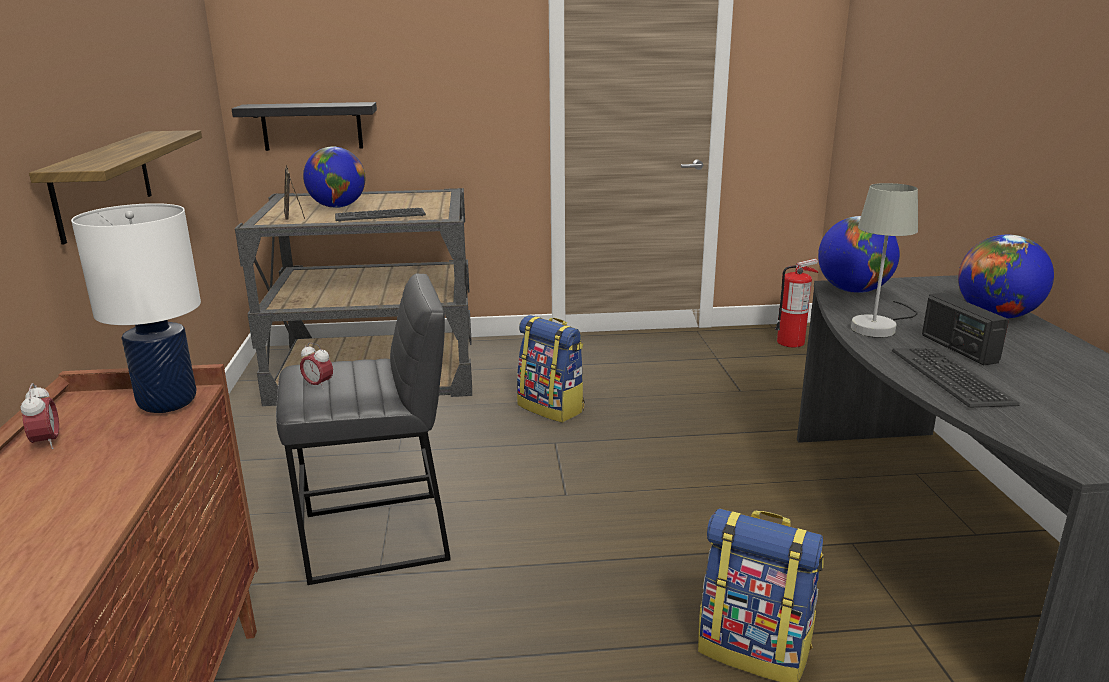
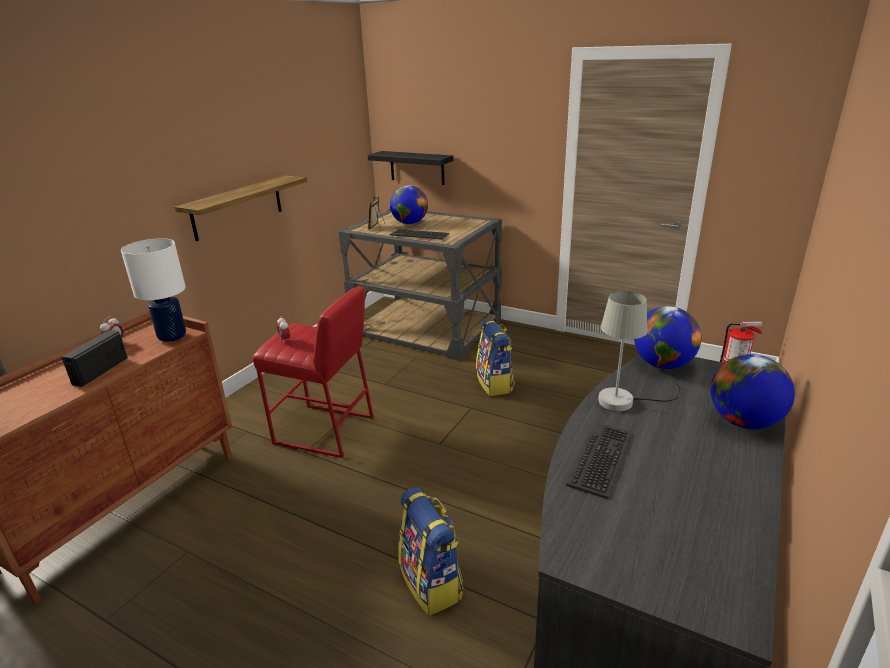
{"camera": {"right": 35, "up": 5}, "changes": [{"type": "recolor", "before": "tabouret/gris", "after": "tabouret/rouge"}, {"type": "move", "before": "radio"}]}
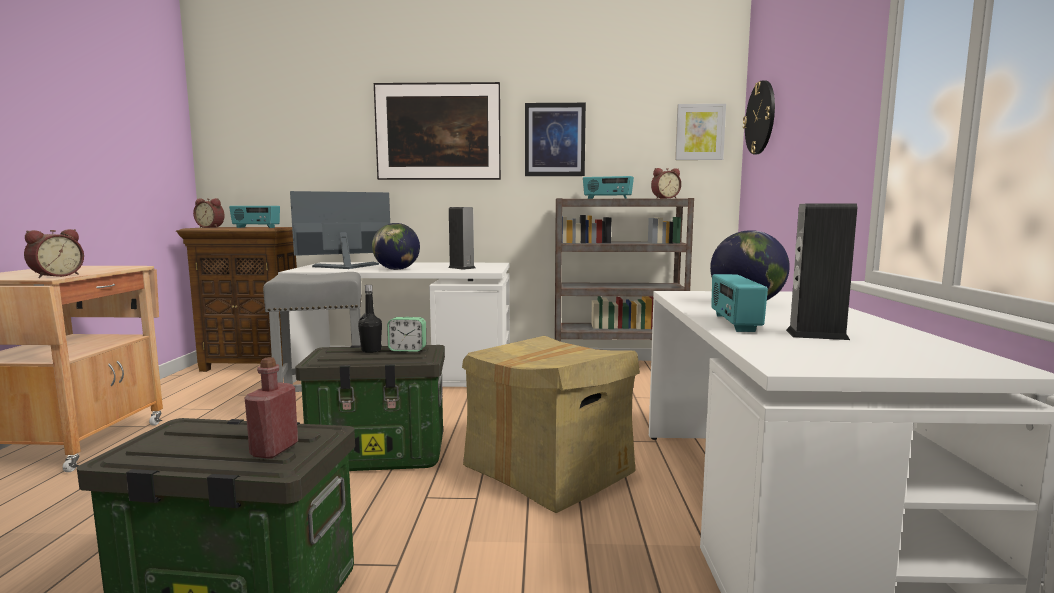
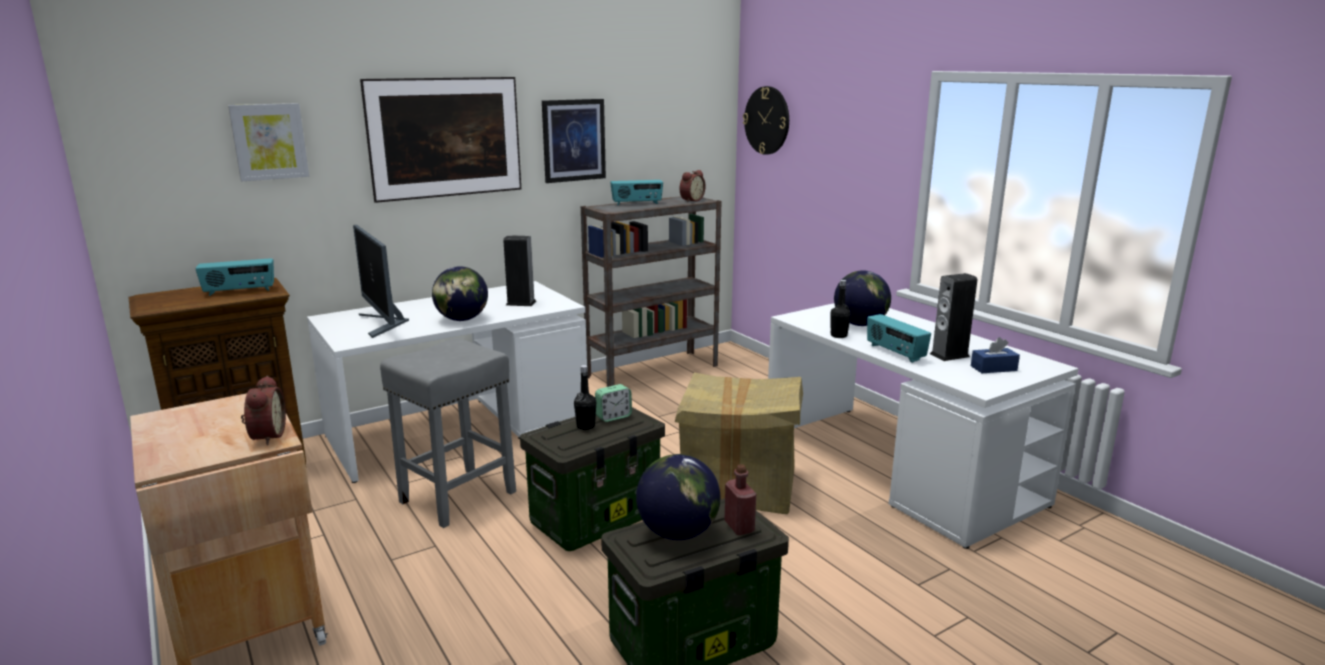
{"camera": {"right": -35, "up": 10}, "changes": [{"type": "move", "before": "tableau (3rd from left in the first image)", "after": "tableau (1st from left)"}, {"type": "rotate", "before": "écran d'ordinateur", "turn": -60}, {"type": "delete", "before": "réveil (2nd from left)"}, {"type": "insert", "after": "bouteille/noir (2nd from left)"}, {"type": "insert", "after": "boîte à mouchoirs/bleu"}, {"type": "insert", "after": "globe (2nd from left)"}]}
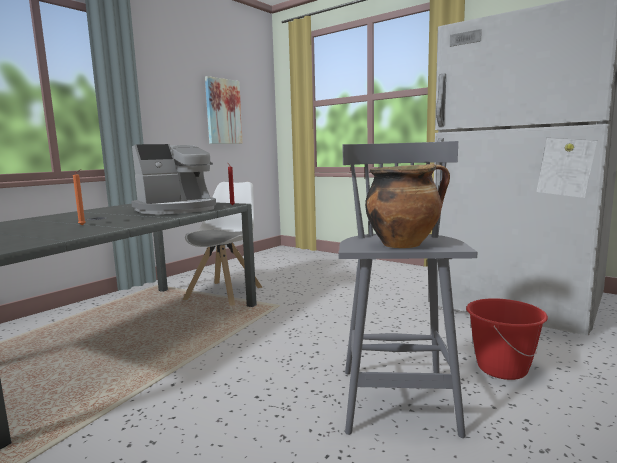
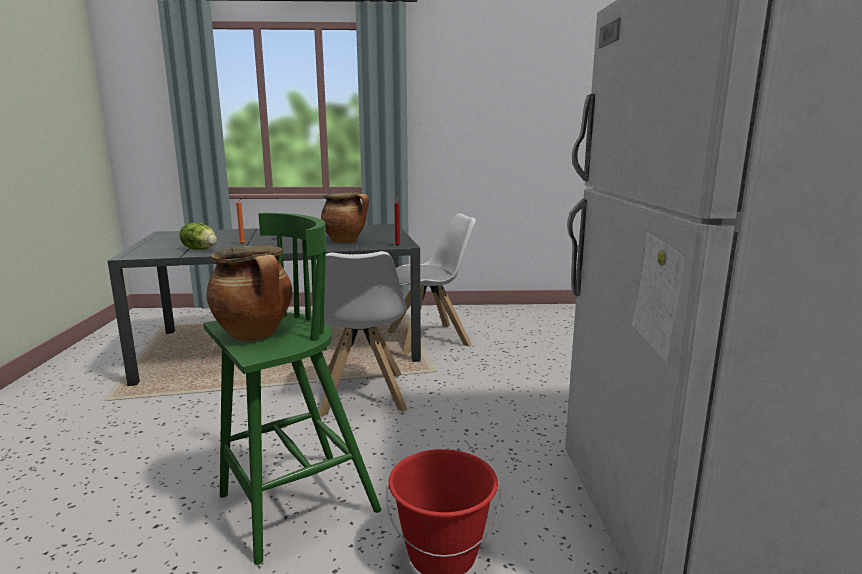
{"camera": {"right": 50, "up": 5}, "changes": [{"type": "delete", "before": "tableau"}, {"type": "recolor", "before": "tabouret/gris", "after": "tabouret/vert"}, {"type": "replace", "before": "machine à café", "after": "marmite (2nd from left)"}, {"type": "insert", "after": "laitue"}, {"type": "insert", "after": "chaise (1st from left)"}]}
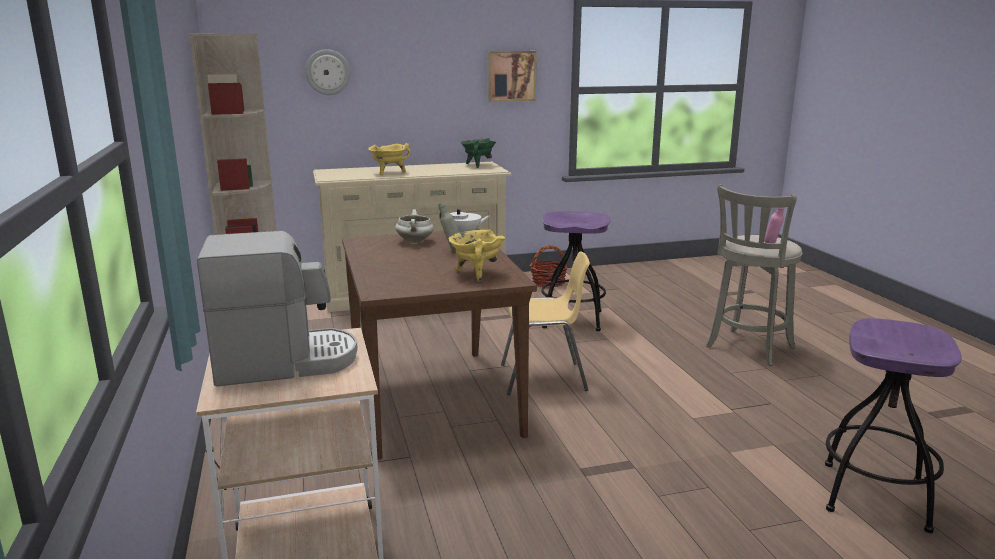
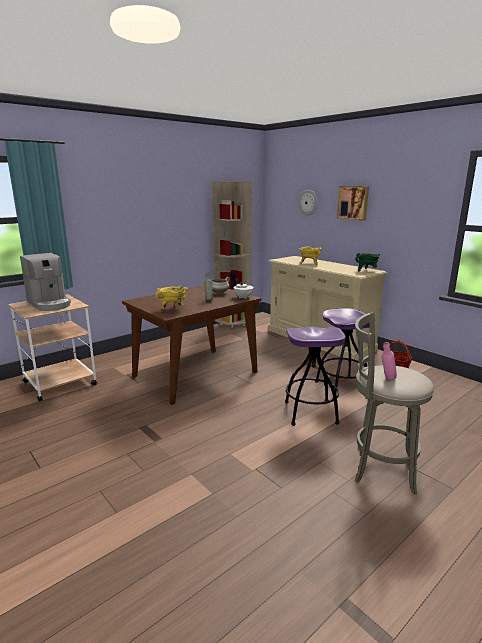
{"camera": {"right": 65, "up": 0}, "changes": [{"type": "move", "before": "tableau"}, {"type": "delete", "before": "chaise/jaune"}, {"type": "move", "before": "tabouret/violet (2nd from left in the first image)", "after": "tabouret/violet (1st from left)"}]}
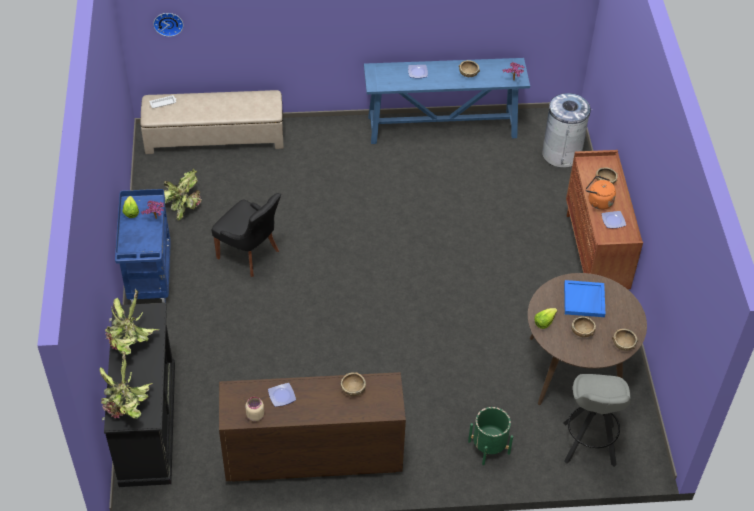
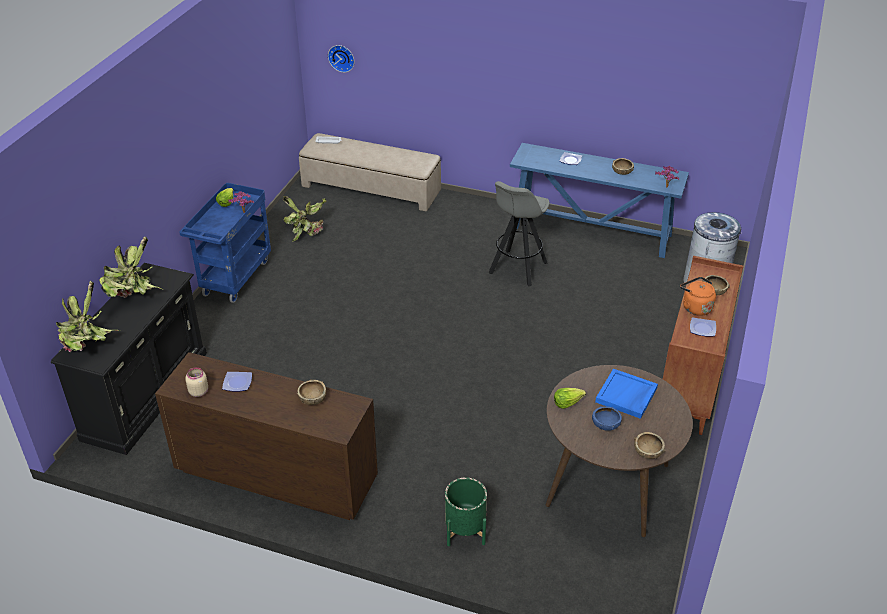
{"camera": {"right": 25, "up": -10}, "changes": [{"type": "delete", "before": "chaise/noir"}, {"type": "recolor", "before": "bol/marron (3rd from left)", "after": "bol/bleu"}, {"type": "move", "before": "tabouret/gris"}]}
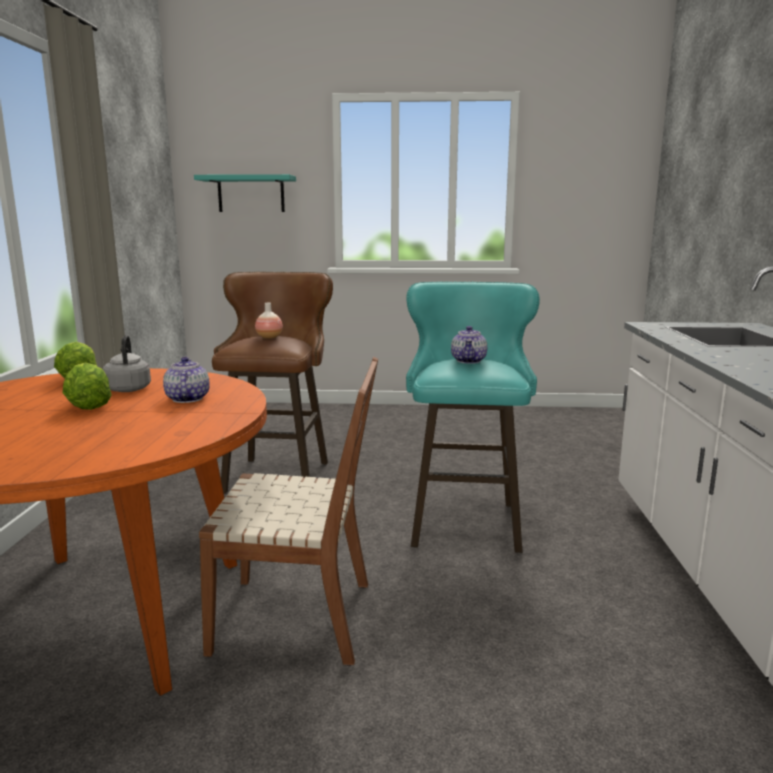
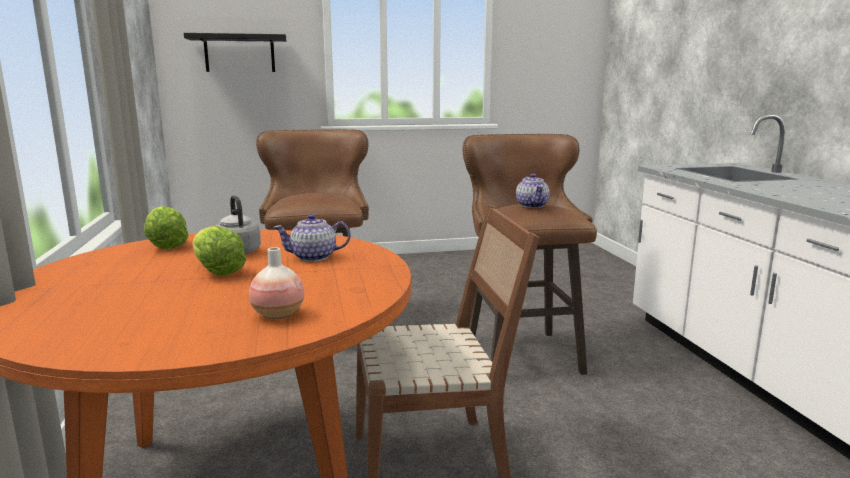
{"camera": {"right": -15, "up": 0}, "changes": [{"type": "recolor", "before": "étagère/turquoise", "after": "étagère/noir"}, {"type": "recolor", "before": "tabouret/turquoise", "after": "tabouret/marron (2nd from left)"}, {"type": "move", "before": "vase"}, {"type": "rotate", "before": "théière (1st from left)", "turn": -75}]}
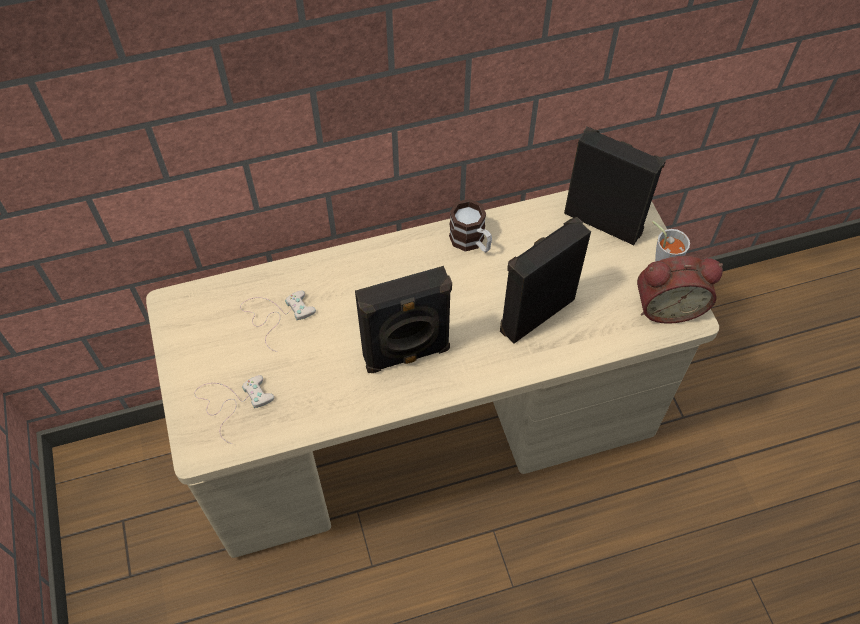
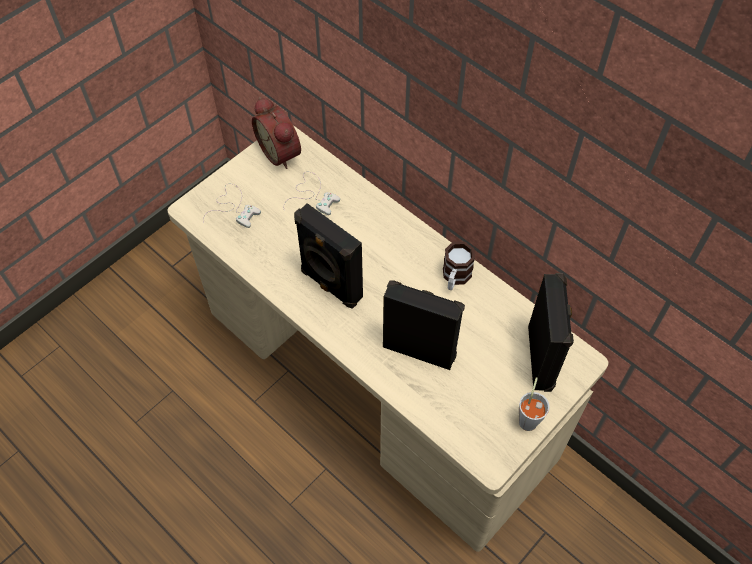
{"camera": {"right": 60, "up": 0}, "changes": [{"type": "move", "before": "réveil"}]}
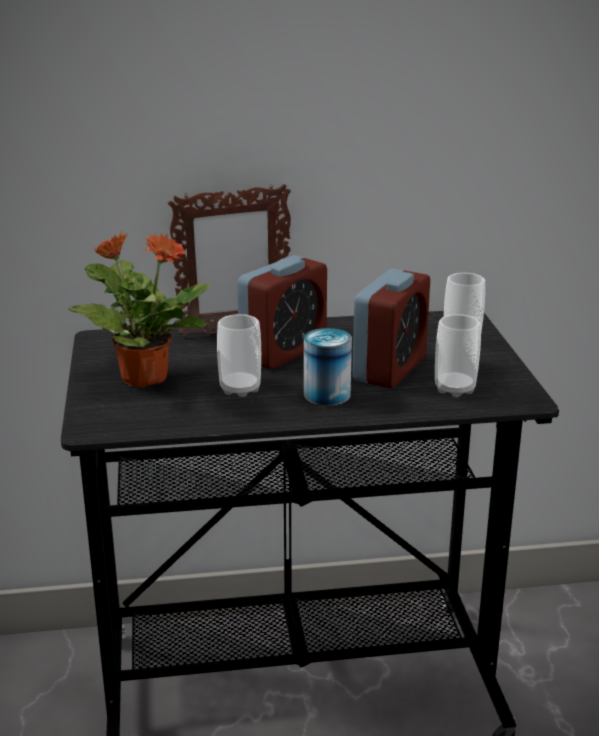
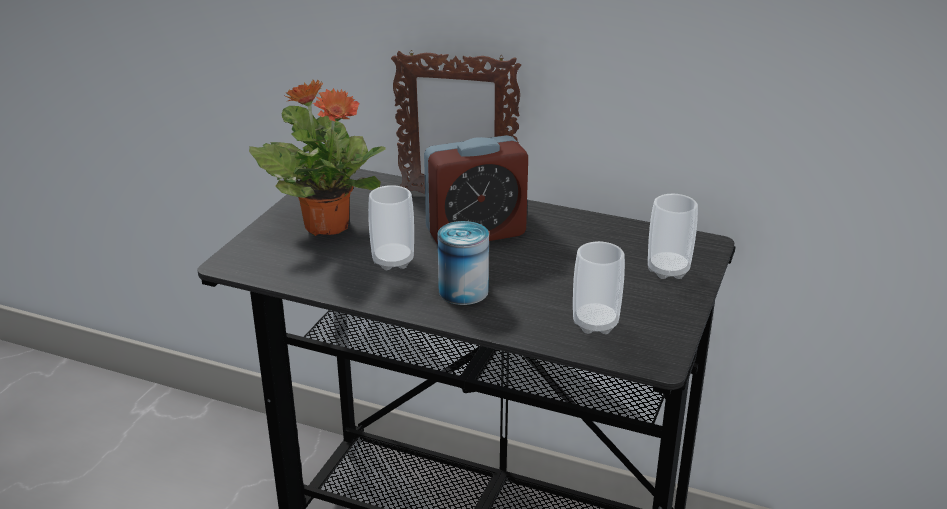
{"camera": {"right": 30, "up": 5}, "changes": [{"type": "delete", "before": "réveil (2nd from left)"}]}
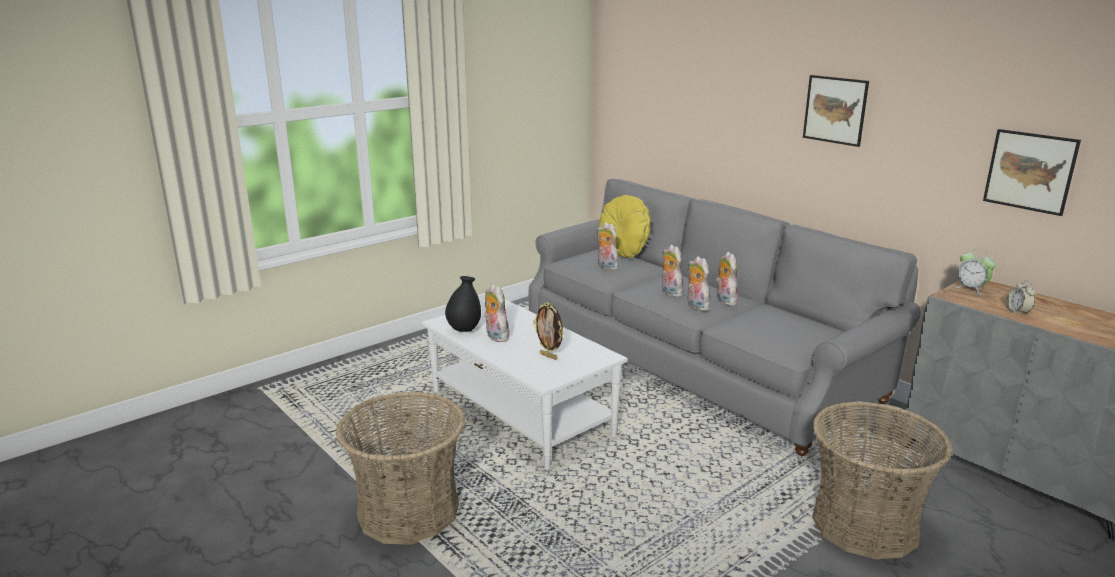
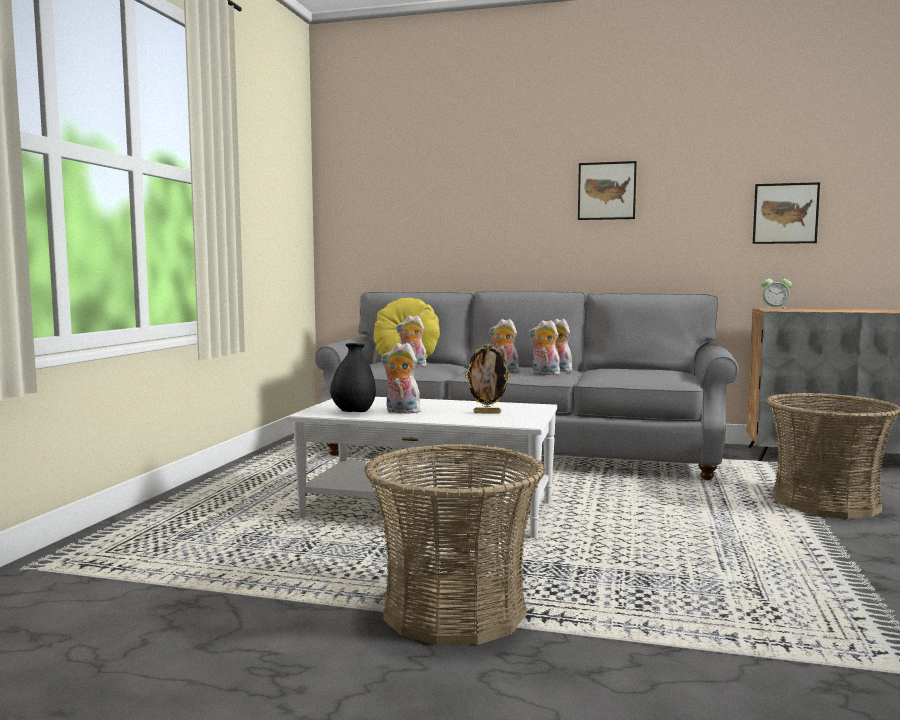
{"camera": {"right": -35, "up": -15}, "changes": [{"type": "delete", "before": "réveil (2nd from left)"}]}
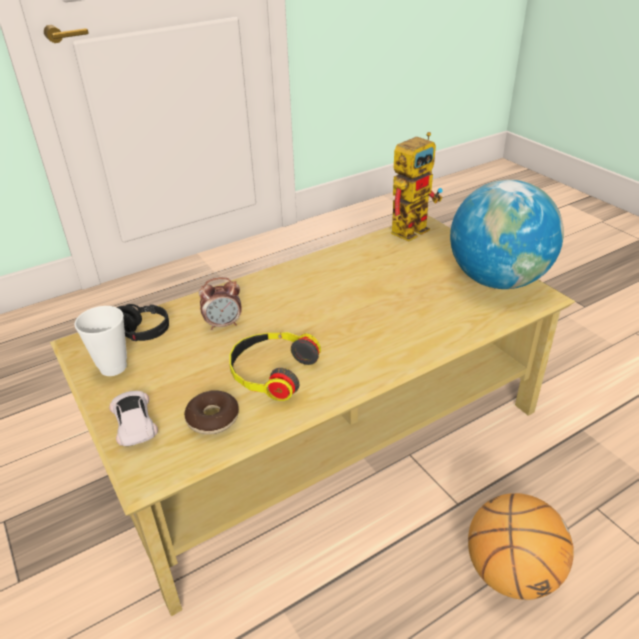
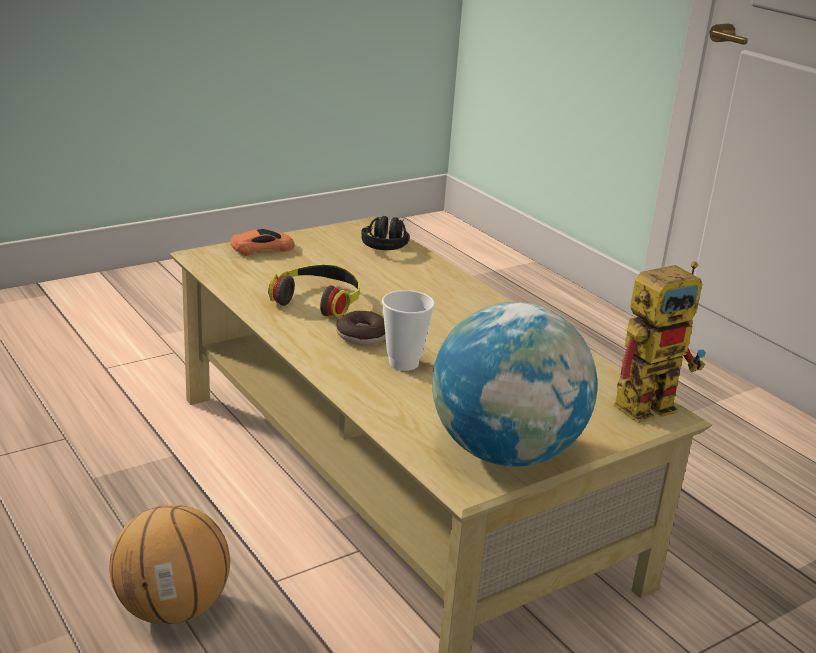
{"camera": {"right": 85, "up": -10}, "changes": [{"type": "rotate", "before": "robot jouet", "turn": -75}, {"type": "delete", "before": "réveil"}, {"type": "move", "before": "tasse"}, {"type": "move", "before": "beignet"}, {"type": "recolor", "before": "petite voiture/blanc", "after": "petite voiture/orange"}]}
